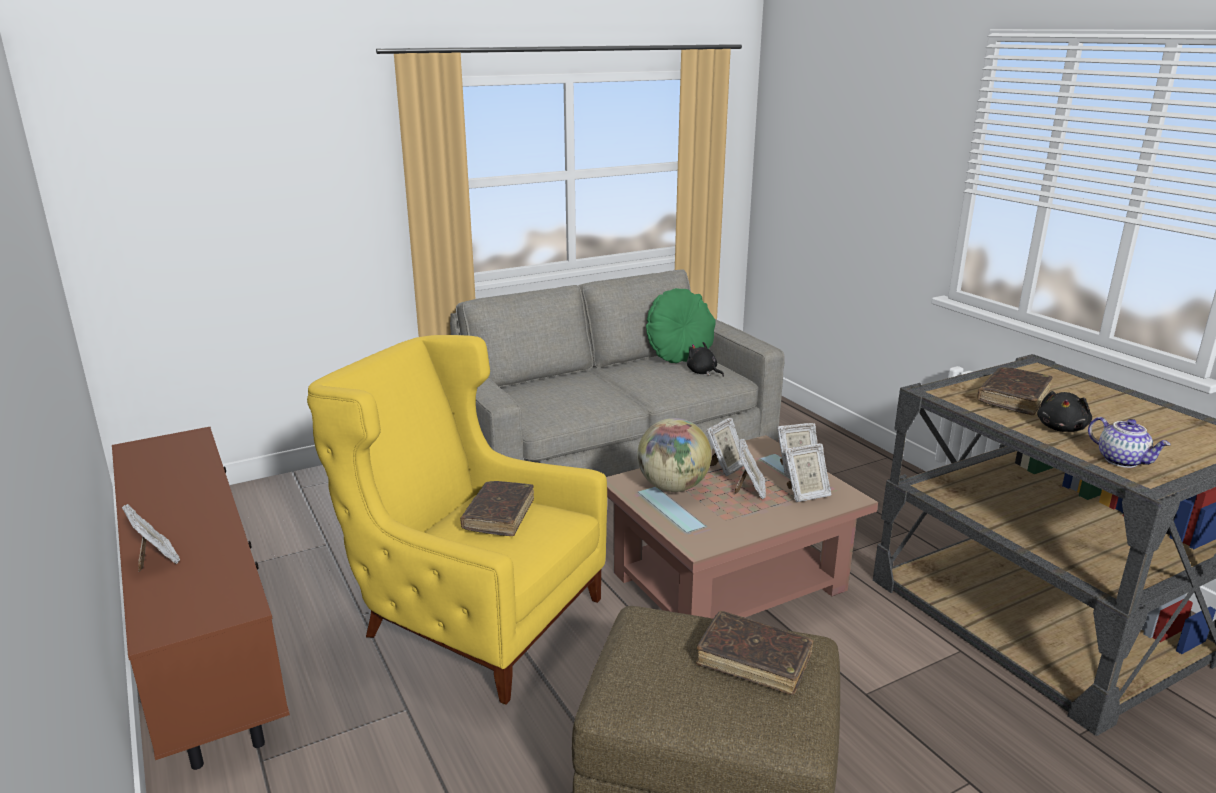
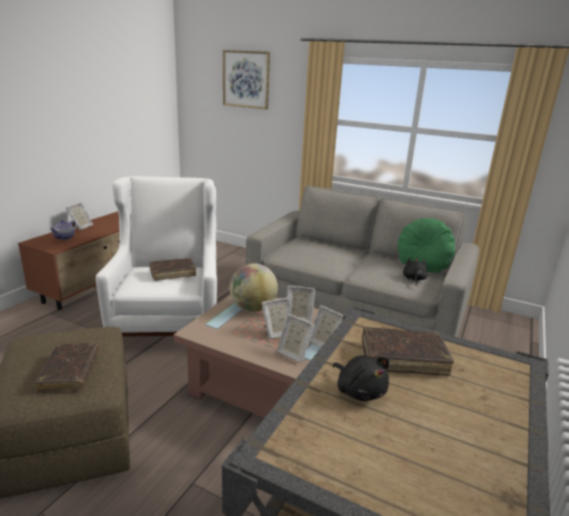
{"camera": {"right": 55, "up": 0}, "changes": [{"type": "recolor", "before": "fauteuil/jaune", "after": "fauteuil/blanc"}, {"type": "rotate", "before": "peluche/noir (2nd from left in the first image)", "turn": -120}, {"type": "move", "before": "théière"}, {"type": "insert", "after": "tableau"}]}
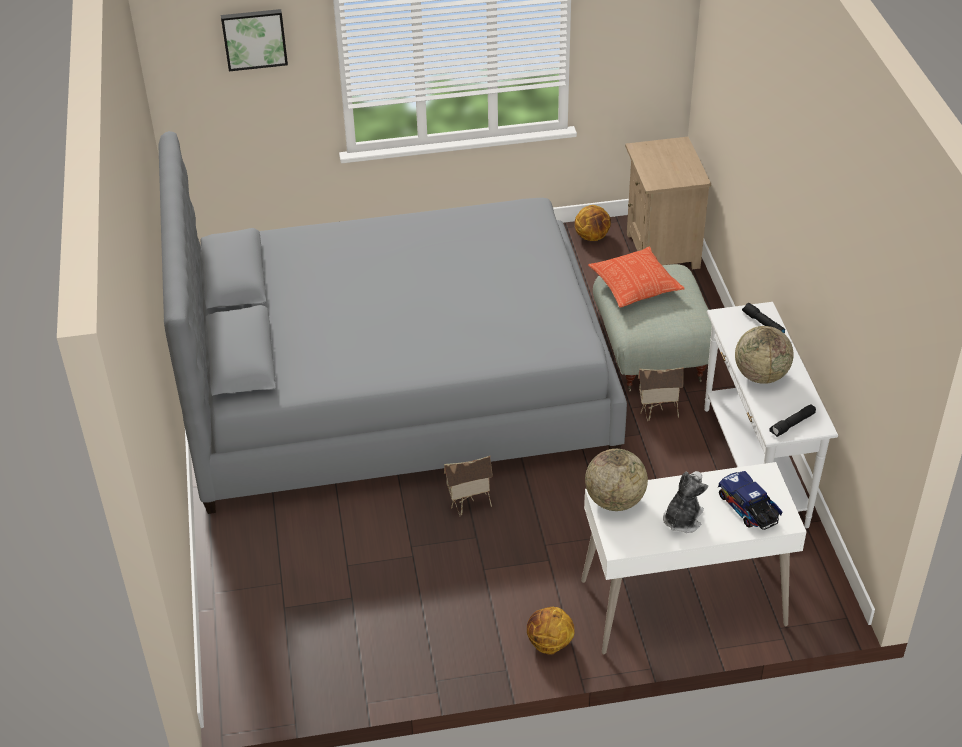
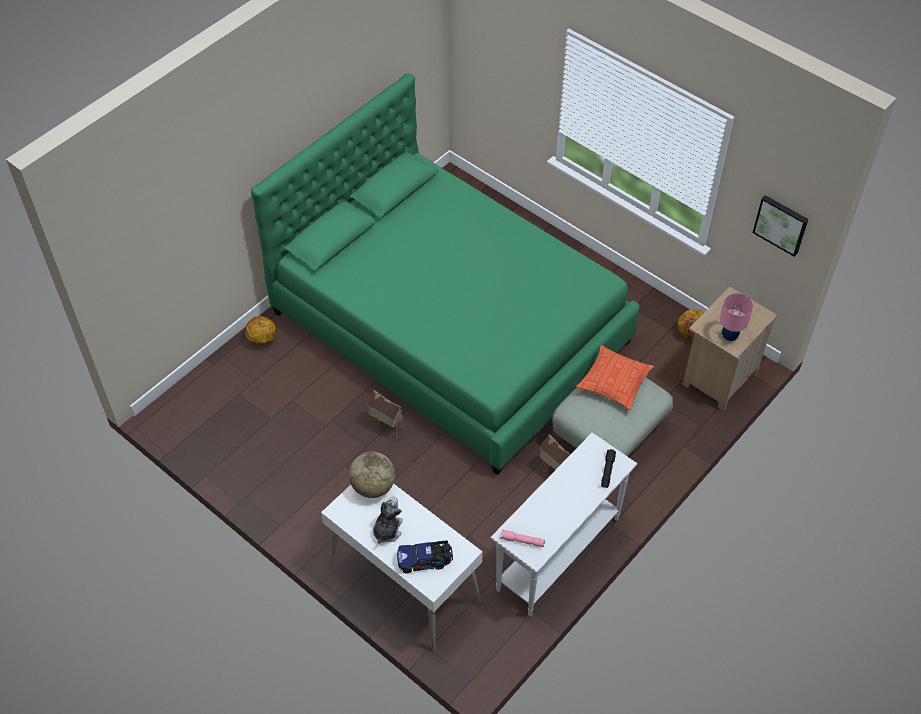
{"camera": {"right": 50, "up": 10}, "changes": [{"type": "move", "before": "tableau"}, {"type": "recolor", "before": "lit/gris", "after": "lit/vert"}, {"type": "delete", "before": "globe (2nd from left)"}, {"type": "recolor", "before": "lampe de poche/noir (2nd from left)", "after": "lampe de poche/rose"}, {"type": "rotate", "before": "peluche", "turn": -60}, {"type": "rotate", "before": "camion jouet", "turn": -120}, {"type": "move", "before": "ballon de basket (1st from left)"}, {"type": "insert", "after": "lampe de table/rose"}]}
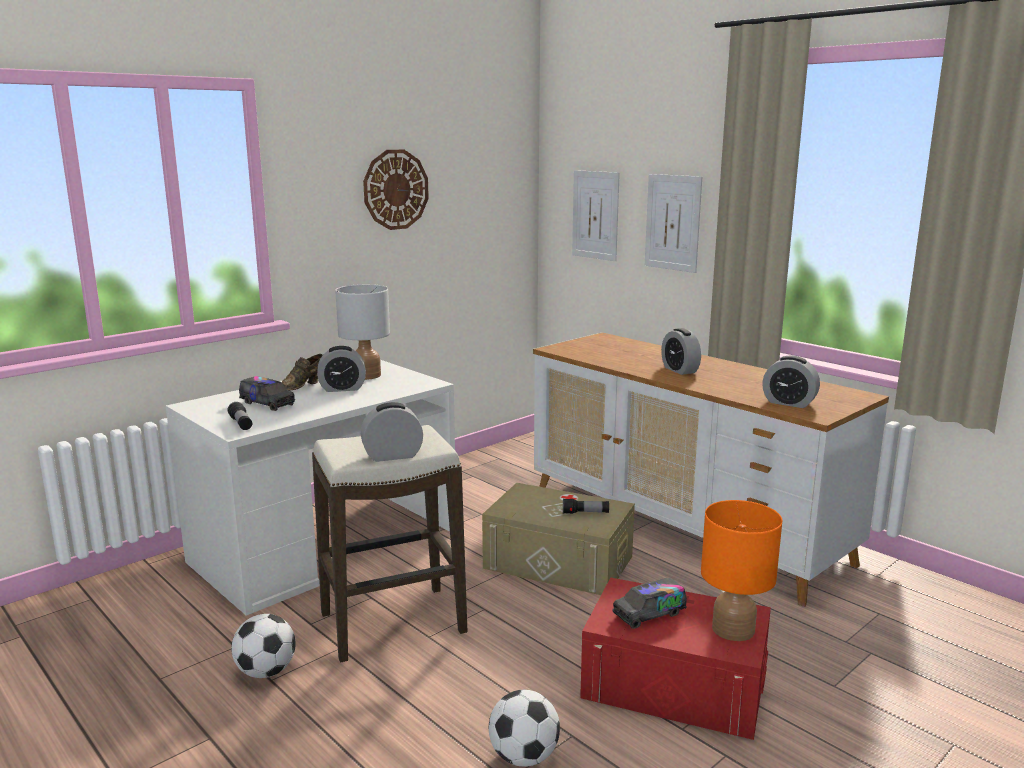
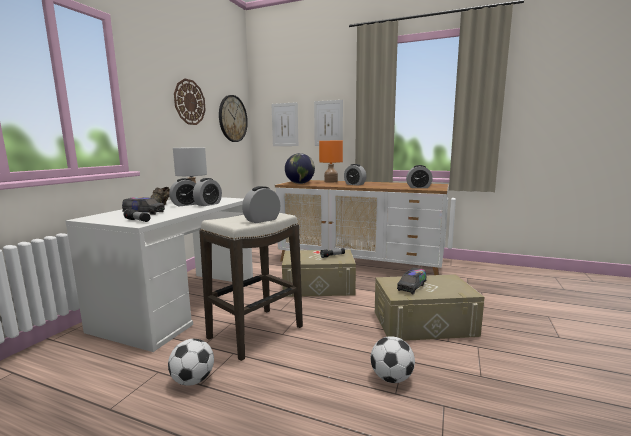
{"camera": {"right": -25, "up": -5}, "changes": [{"type": "move", "before": "lampe de table/orange"}, {"type": "recolor", "before": "boîte de rangement/rouge", "after": "boîte de rangement/beige (2nd from left)"}, {"type": "insert", "after": "horloge murale (2nd from left)"}, {"type": "insert", "after": "globe"}, {"type": "insert", "after": "réveil (2nd from left)"}]}
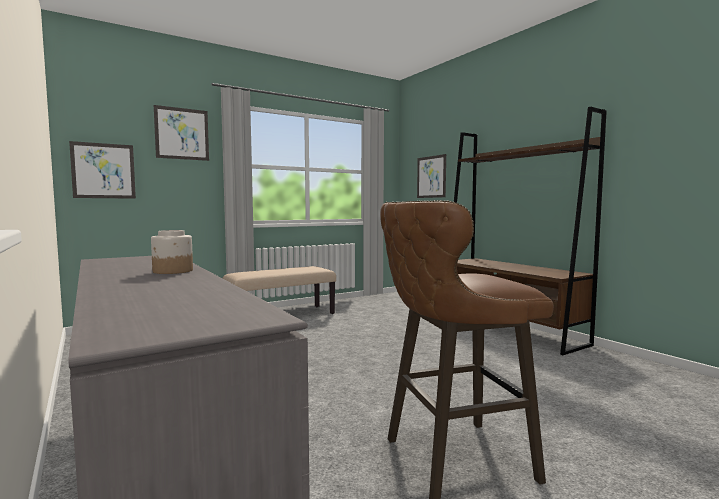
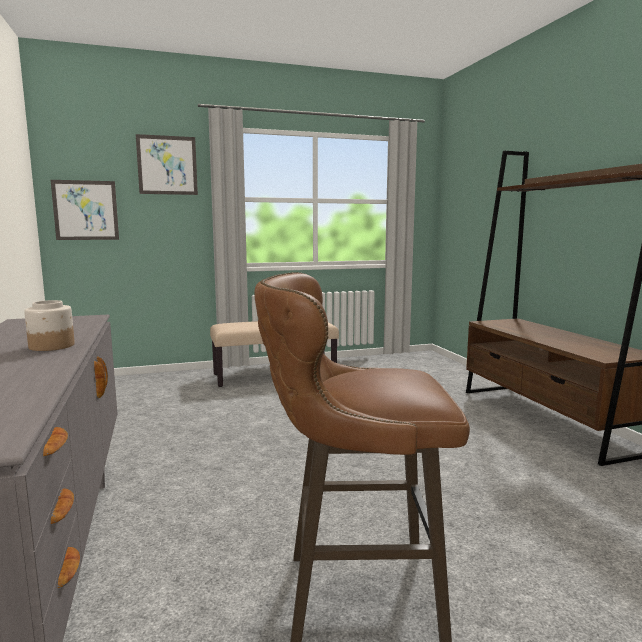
{"camera": {"right": 15, "up": 5}, "changes": [{"type": "delete", "before": "tableau (3rd from left)"}]}
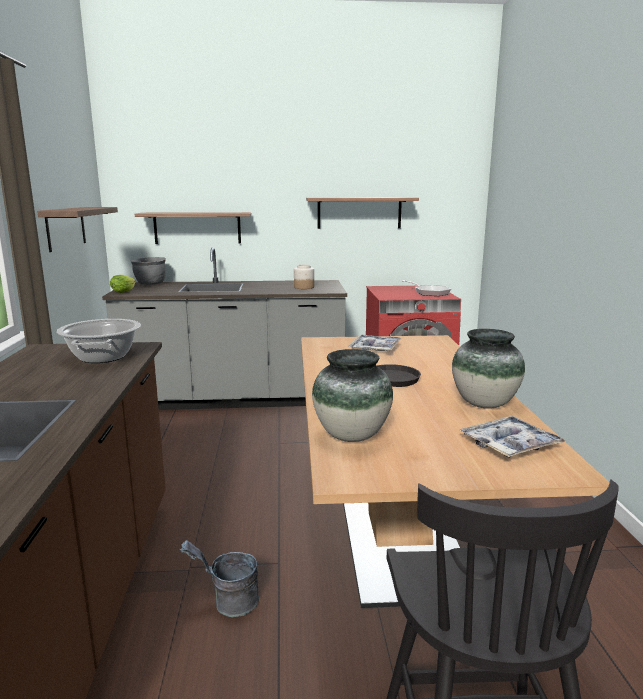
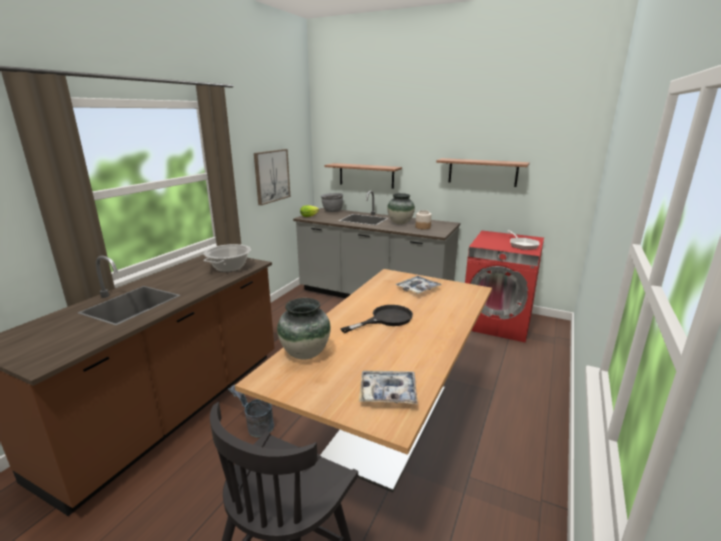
{"camera": {"right": 30, "up": 5}, "changes": [{"type": "replace", "before": "étagère (1st from left)", "after": "tableau"}, {"type": "move", "before": "vase (2nd from left)"}]}
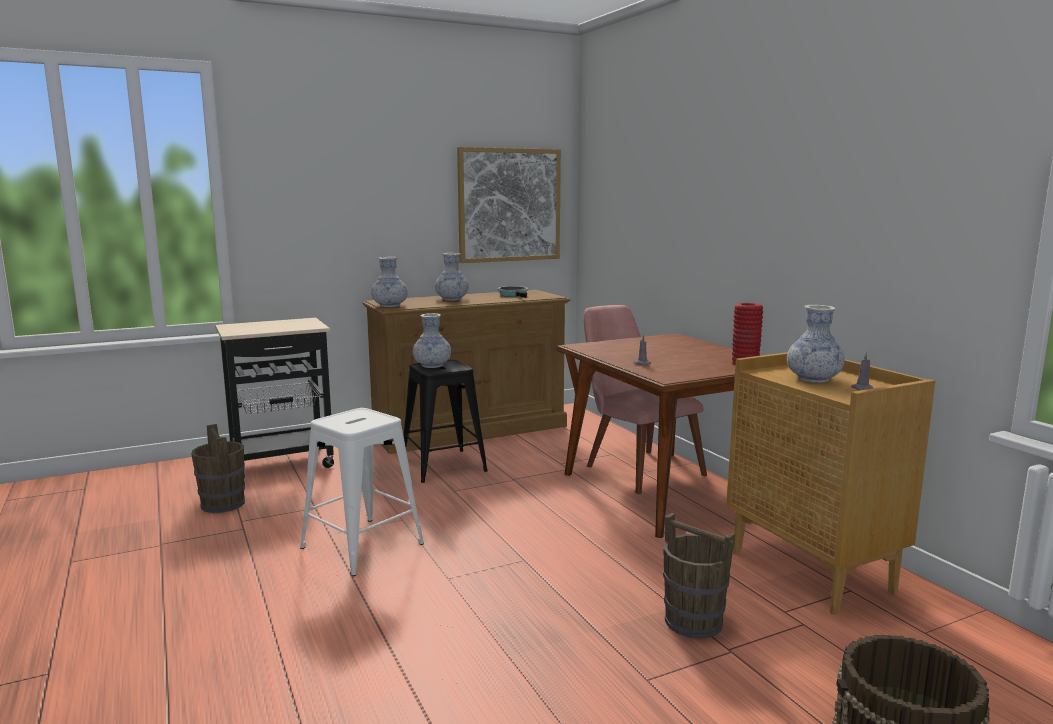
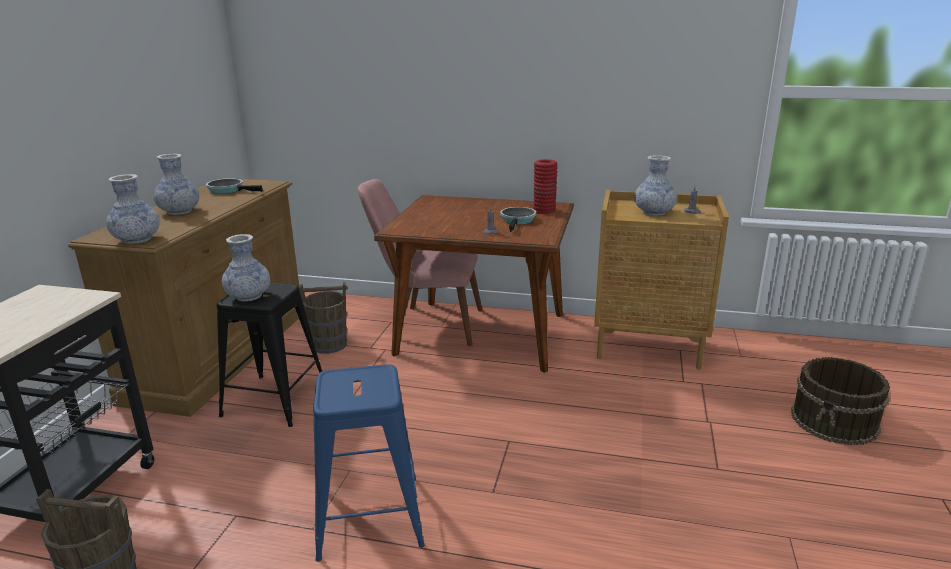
{"camera": {"right": -50, "up": 10}, "changes": [{"type": "delete", "before": "tableau"}, {"type": "recolor", "before": "tabouret/blanc", "after": "tabouret/bleu"}, {"type": "move", "before": "seau/marron (2nd from left)"}, {"type": "insert", "after": "poêle (2nd from left)"}]}
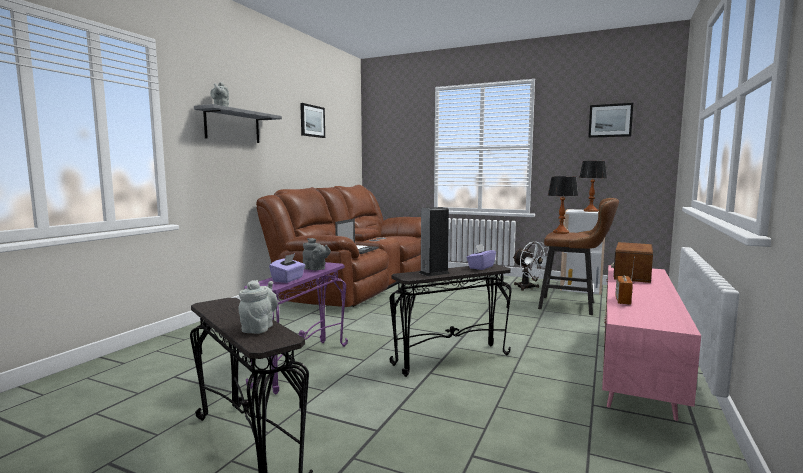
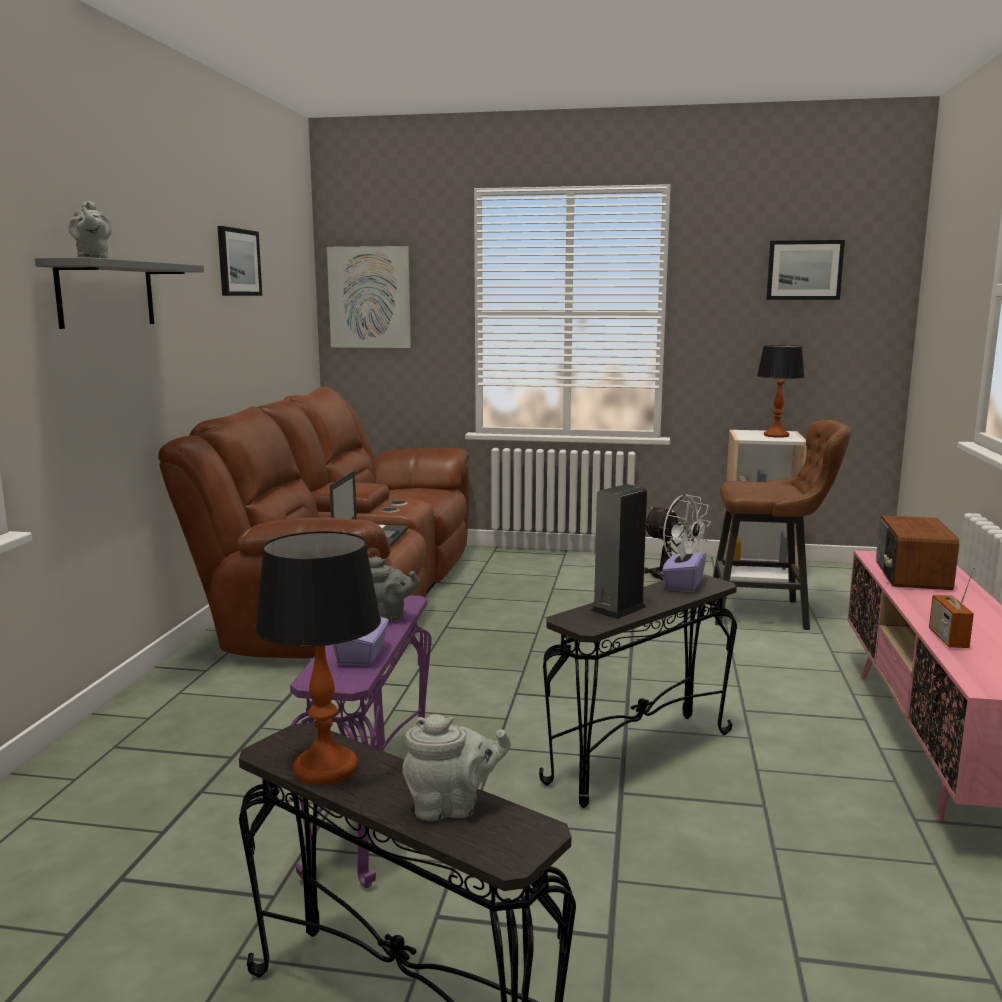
{"camera": {"right": -15, "up": 5}, "changes": [{"type": "move", "before": "lampe de table (1st from left)"}, {"type": "rotate", "before": "théière/gris (2nd from left in the first image)", "turn": 90}, {"type": "insert", "after": "tableau (2nd from left)"}]}
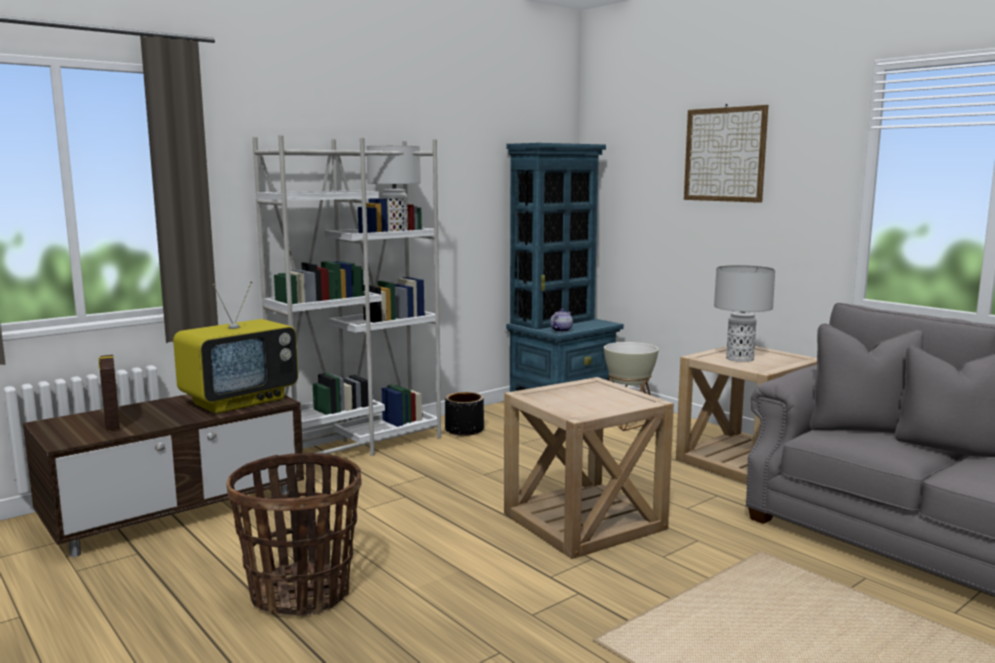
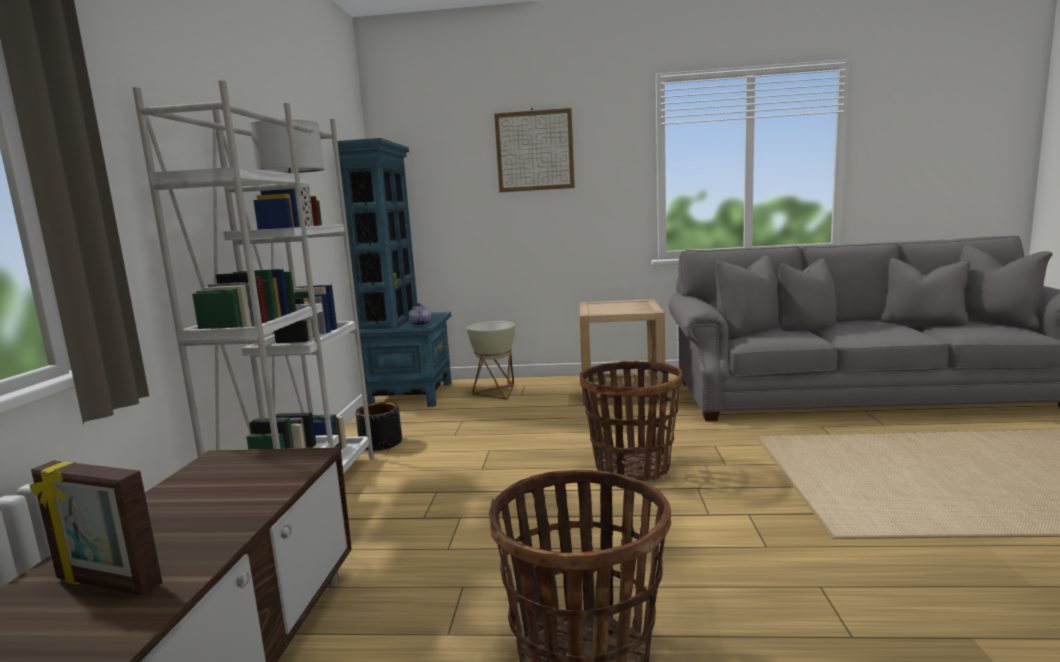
{"camera": {"right": -45, "up": 0}, "changes": [{"type": "delete", "before": "lampe de table/blanc (2nd from left)"}, {"type": "delete", "before": "téléviseur"}, {"type": "replace", "before": "table d'appoint/beige (1st from left)", "after": "panier (2nd from left)"}]}
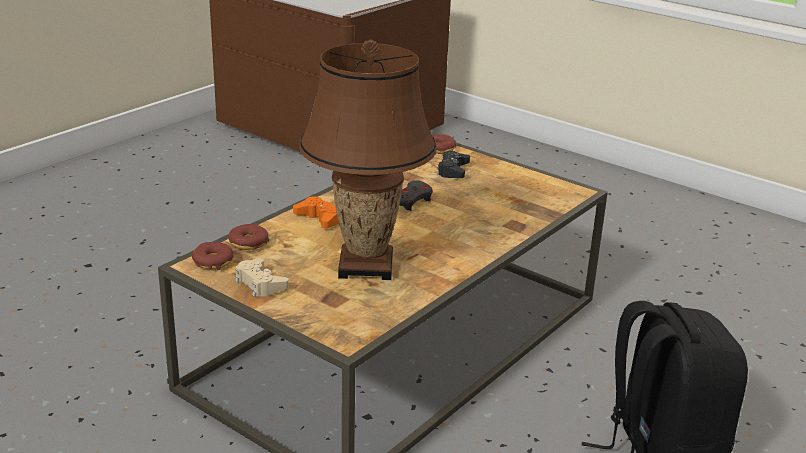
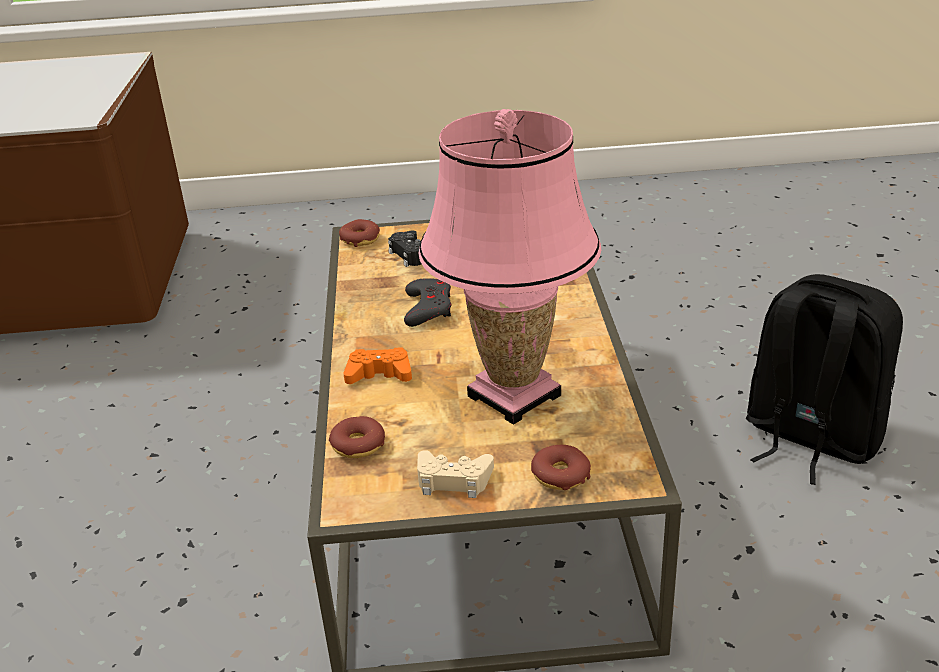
{"camera": {"right": -40, "up": 5}, "changes": [{"type": "recolor", "before": "lampe de table/marron", "after": "lampe de table/rose"}, {"type": "move", "before": "beignet (1st from left in the first image)", "after": "beignet (3rd from left)"}]}
